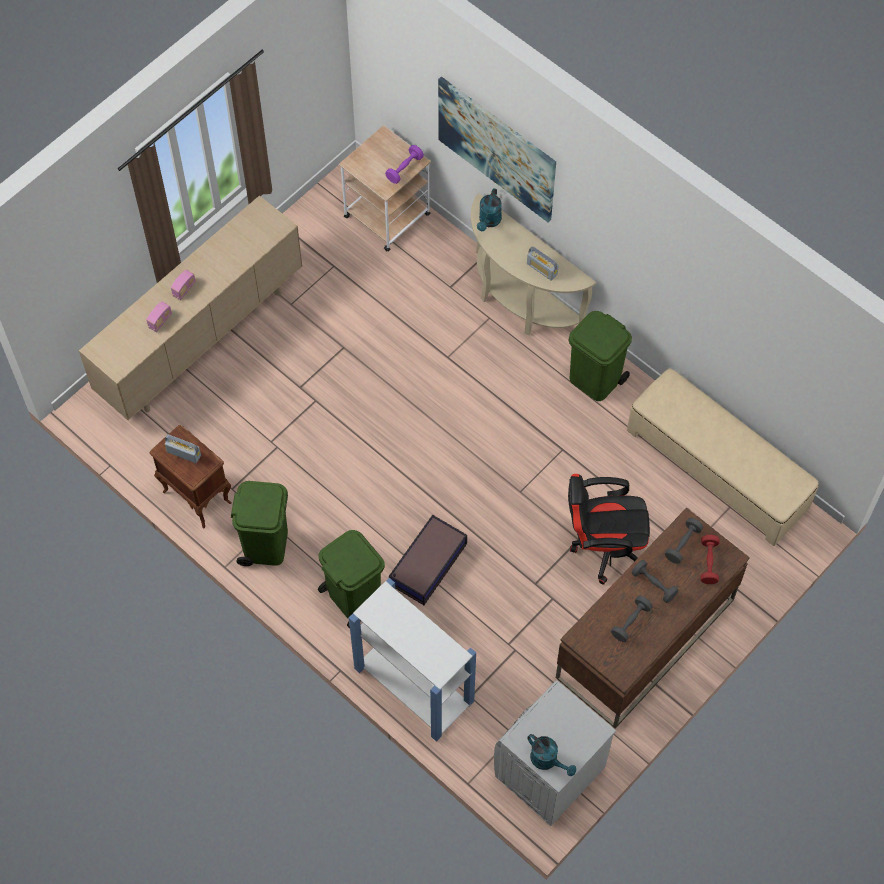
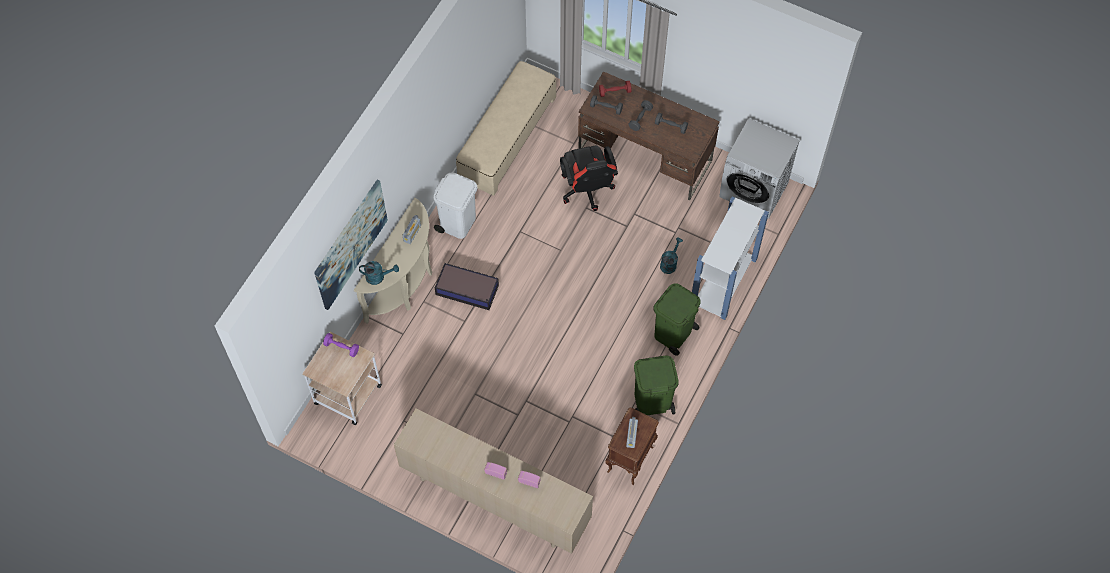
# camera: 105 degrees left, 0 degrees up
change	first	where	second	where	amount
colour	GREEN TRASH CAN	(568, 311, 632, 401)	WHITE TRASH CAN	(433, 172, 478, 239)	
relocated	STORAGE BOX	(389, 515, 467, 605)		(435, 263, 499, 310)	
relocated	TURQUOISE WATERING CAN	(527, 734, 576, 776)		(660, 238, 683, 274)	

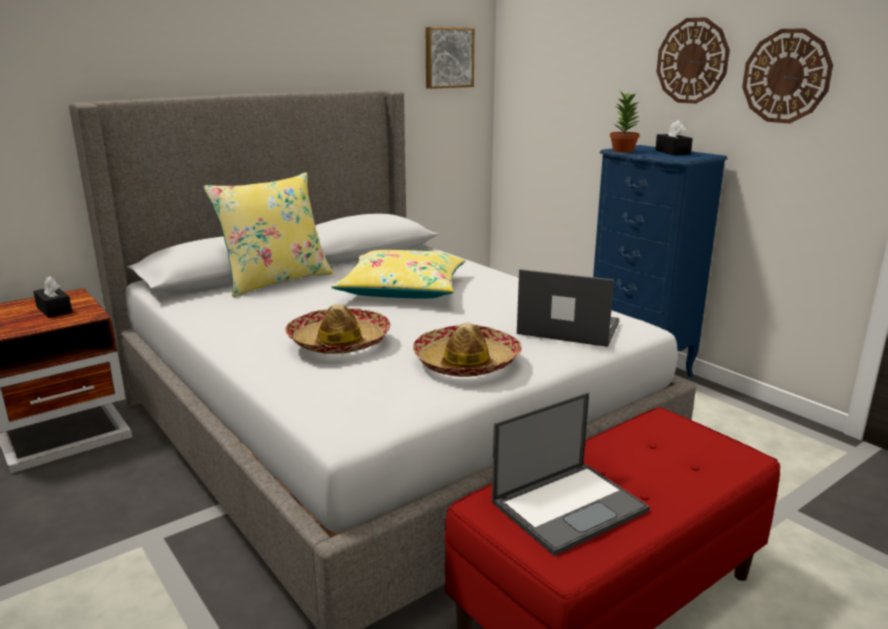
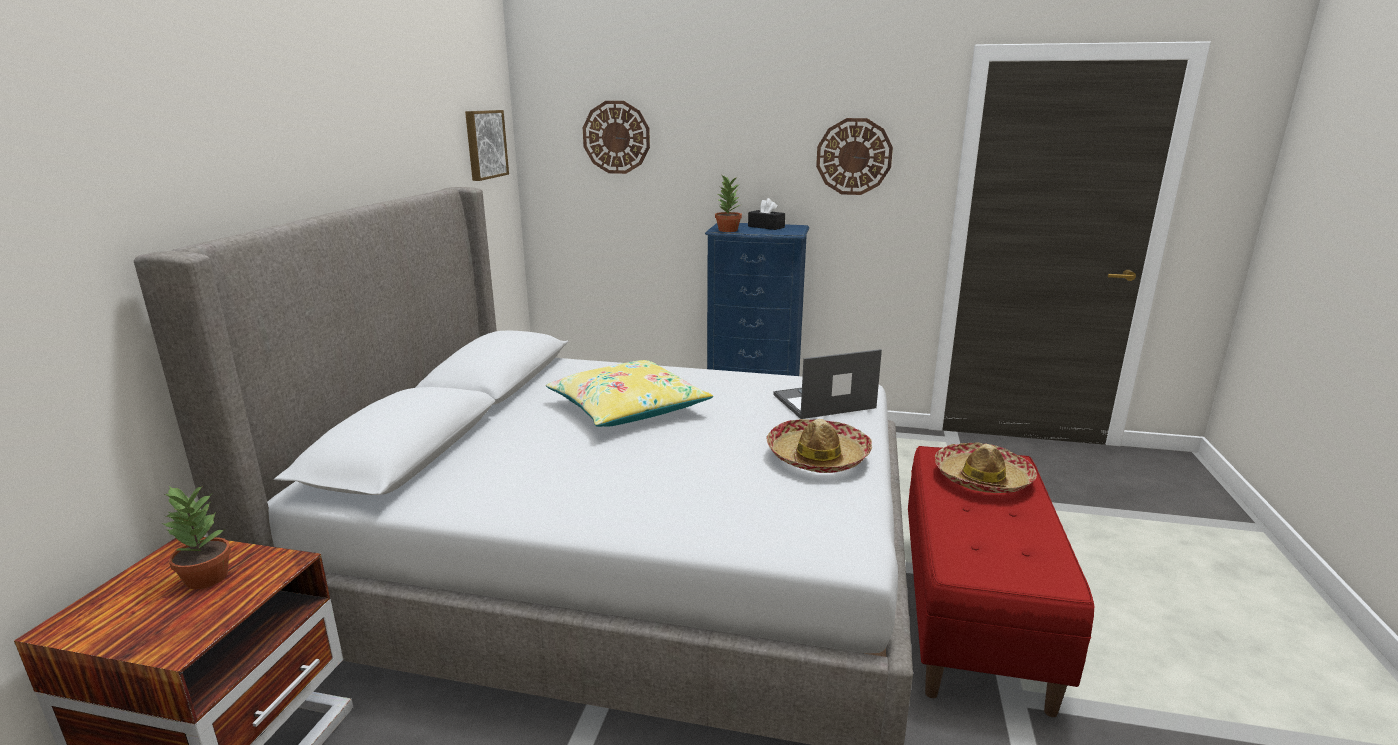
# camera: 40 degrees left, 0 degrees up
change	first	where	second	where	amount
relocated	WALL CLOCK	(656, 17, 730, 104)		(583, 101, 650, 174)	
missing	YELLOW PILLOW	(204, 172, 333, 297)			
exchanged	BLACK TISSUE BOX	(33, 276, 72, 318)	POTTED PLANT	(161, 486, 231, 589)	
relocated	HAT	(285, 304, 391, 354)		(935, 442, 1037, 493)	
missing	LAPTOP	(492, 392, 650, 556)			

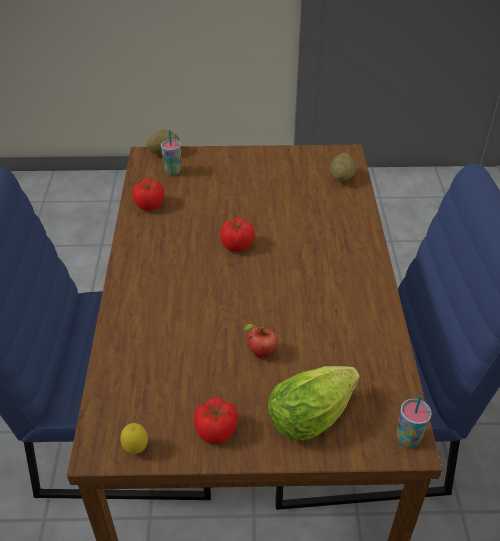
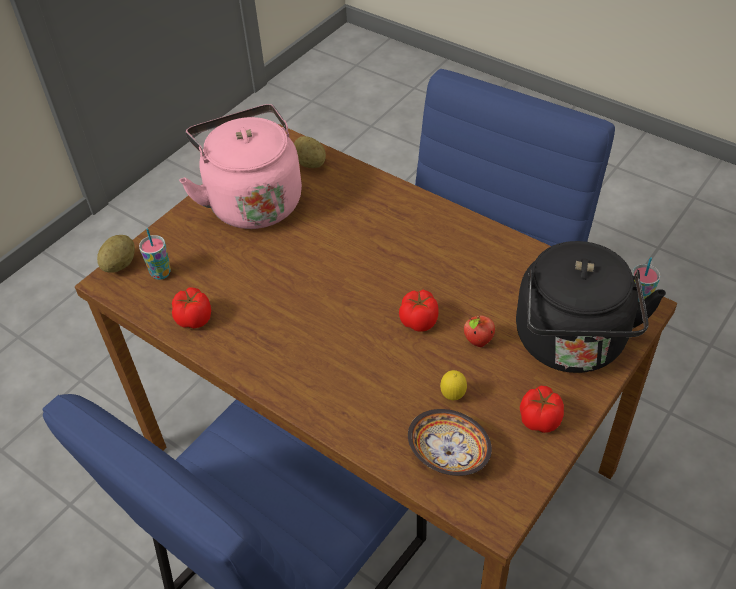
# camera: 50 degrees left, 5 degrees up
change	first	where	second	where	amount
relocated	TOMATO	(221, 217, 255, 252)		(399, 290, 439, 332)	
exchanged	LETTUCE	(268, 366, 360, 441)	BLACK KETTLE	(516, 241, 666, 373)	
relocated	LEMON	(120, 423, 148, 454)		(440, 370, 467, 400)	
appeared			PINK KETTLE	(179, 104, 302, 229)	
appeared			BOWL	(408, 409, 492, 476)	

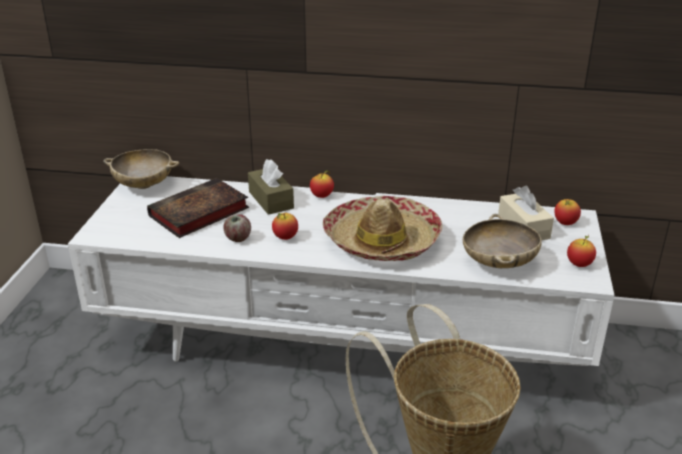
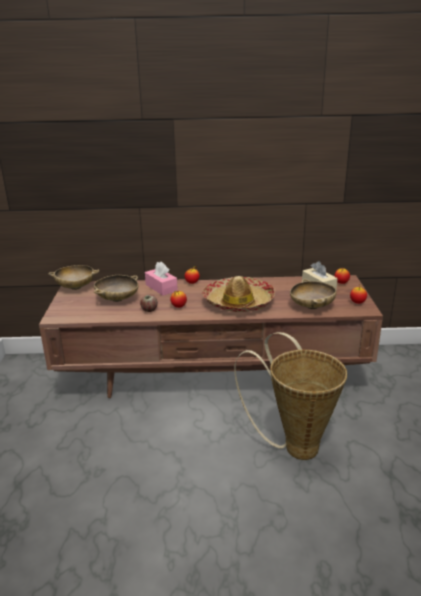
# camera: 10 degrees left, 5 degrees down
change	first	where	second	where	amount
colour	BROWN TISSUE BOX	(248, 159, 294, 215)	PINK TISSUE BOX	(145, 261, 178, 296)	
colour	WHITE TV STAND	(68, 176, 614, 366)	BROWN TV STAND	(39, 275, 383, 398)	
exchanged	BOOK	(147, 178, 249, 238)	BEIGE BOWL	(94, 275, 138, 302)	

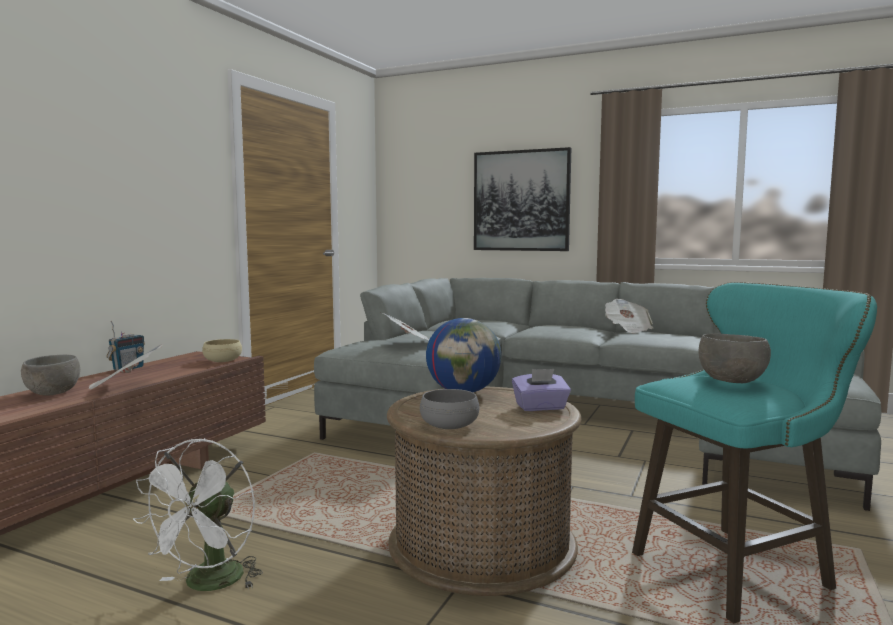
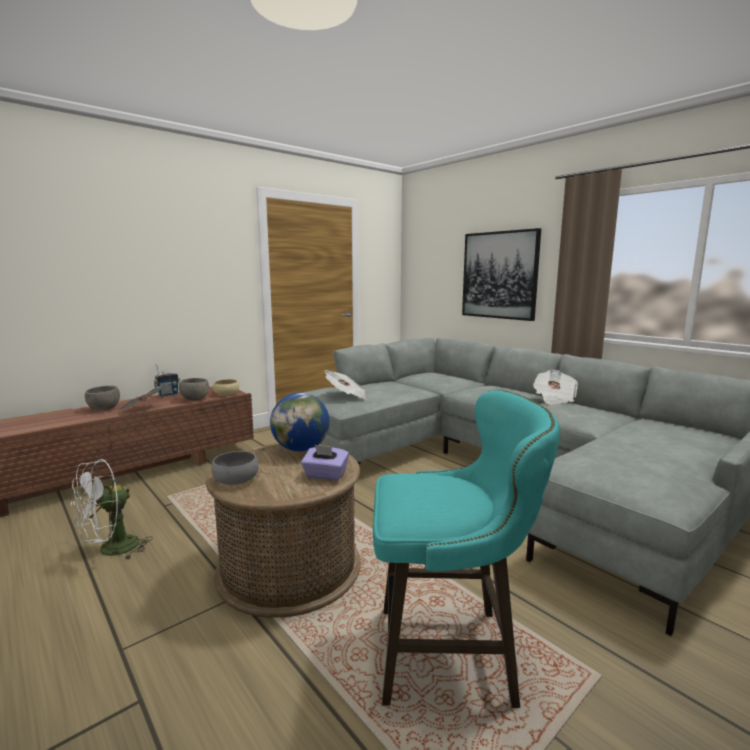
# camera: 25 degrees right, 5 degrees up
change	first	where	second	where	amount
relocated	GREY BOWL	(698, 333, 771, 383)		(179, 378, 209, 401)	

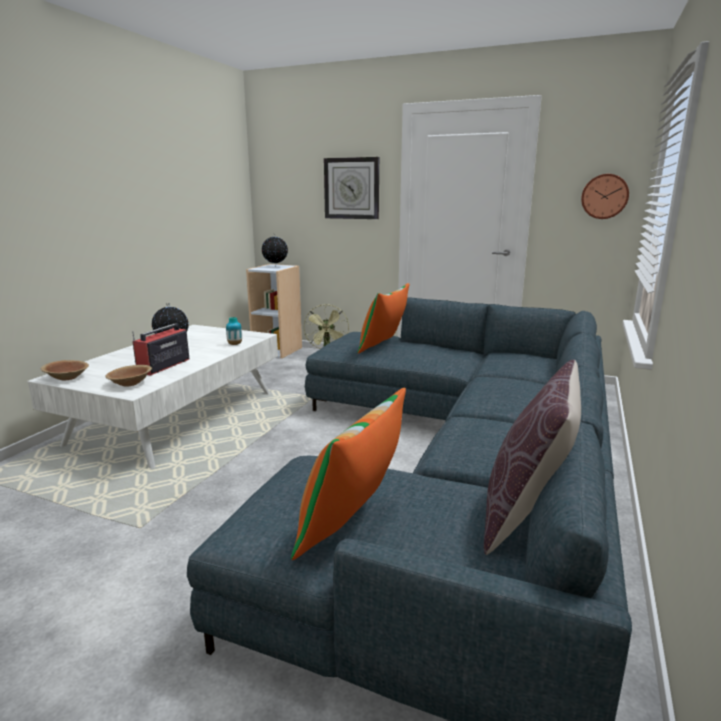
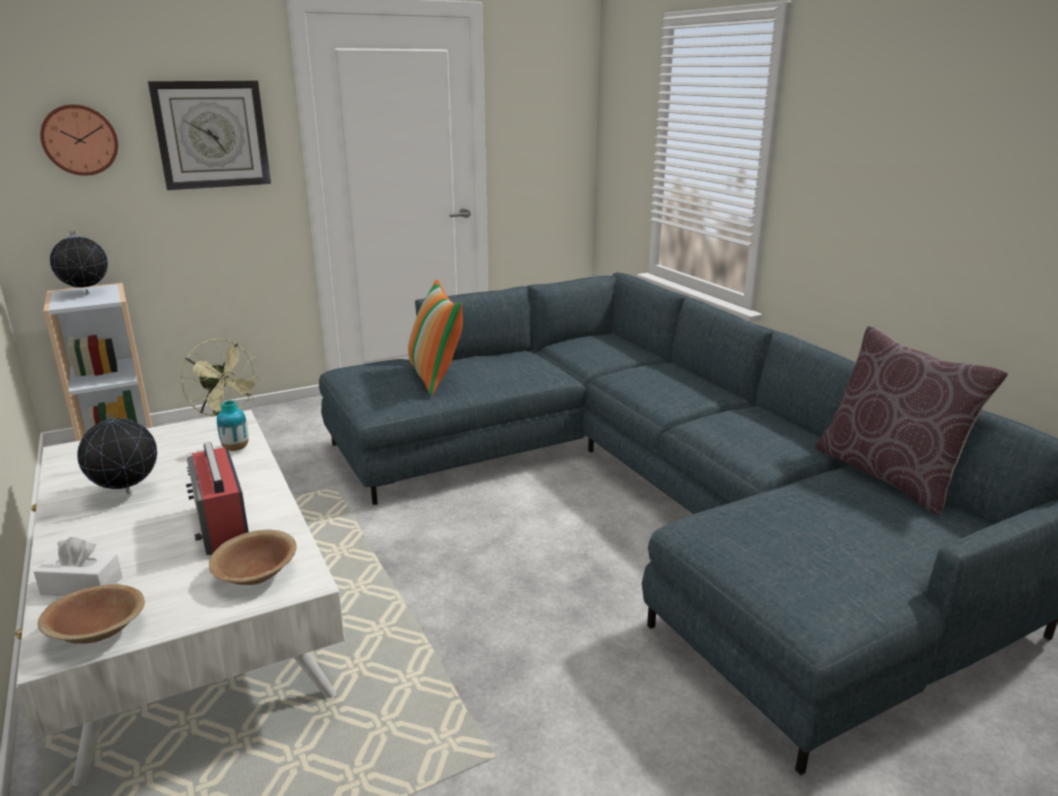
# camera: 50 degrees left, 5 degrees up
change	first	where	second	where	amount
relocated	WALL CLOCK	(581, 174, 629, 219)		(40, 104, 118, 176)	
missing	PILLOW	(291, 387, 406, 560)			
appeared			WHITE TISSUE BOX	(33, 537, 122, 596)	

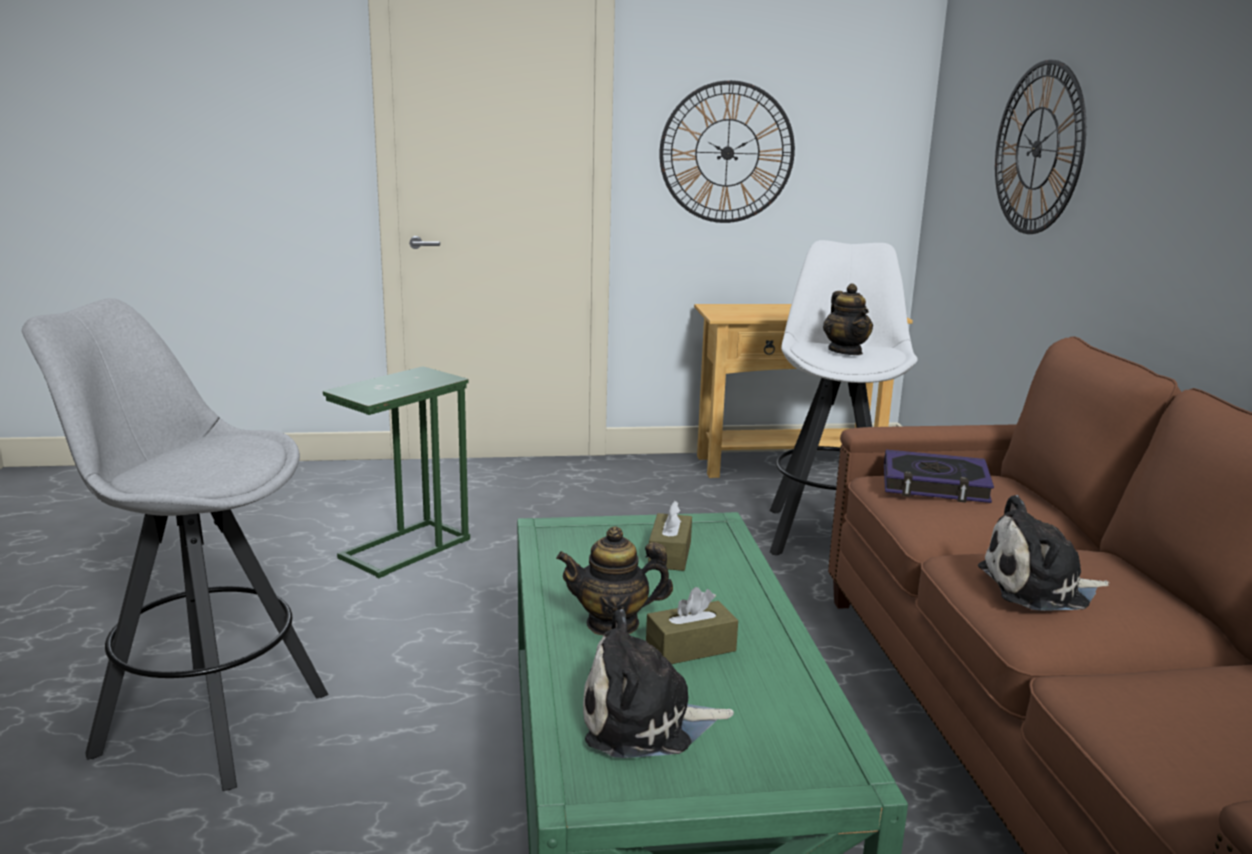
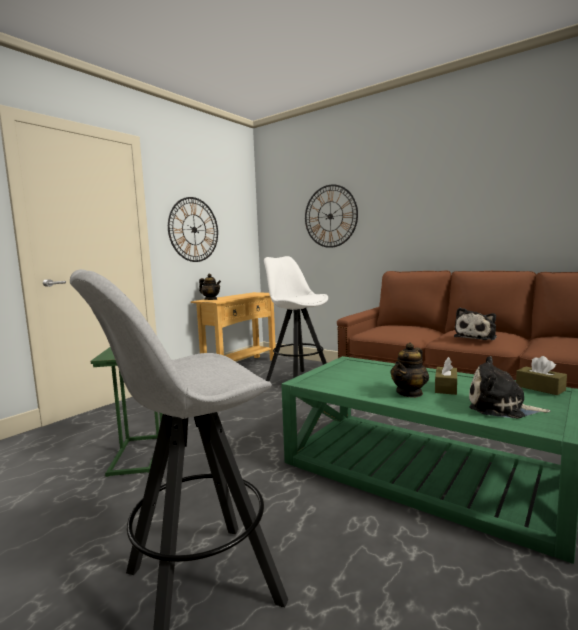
# camera: 45 degrees left, 10 degrees down
change	first	where	second	where	amount
relocated	TEAPOT	(823, 283, 873, 355)		(199, 274, 221, 300)	
missing	BOOK	(884, 449, 994, 503)			
relocated	BROWN TISSUE BOX	(648, 501, 692, 571)		(516, 356, 567, 395)	
spun	PLUSH TOY	(583, 609, 734, 758)		(469, 356, 550, 419)	75 degrees clockwise

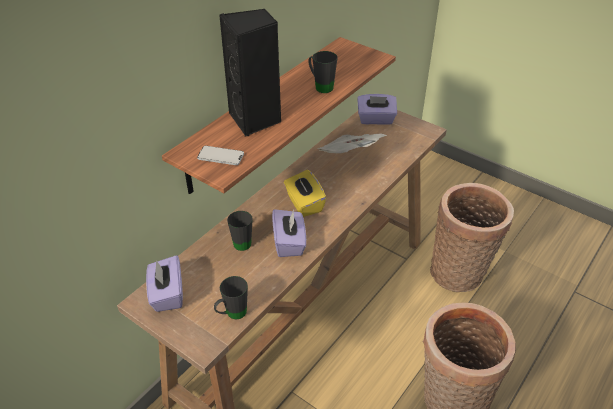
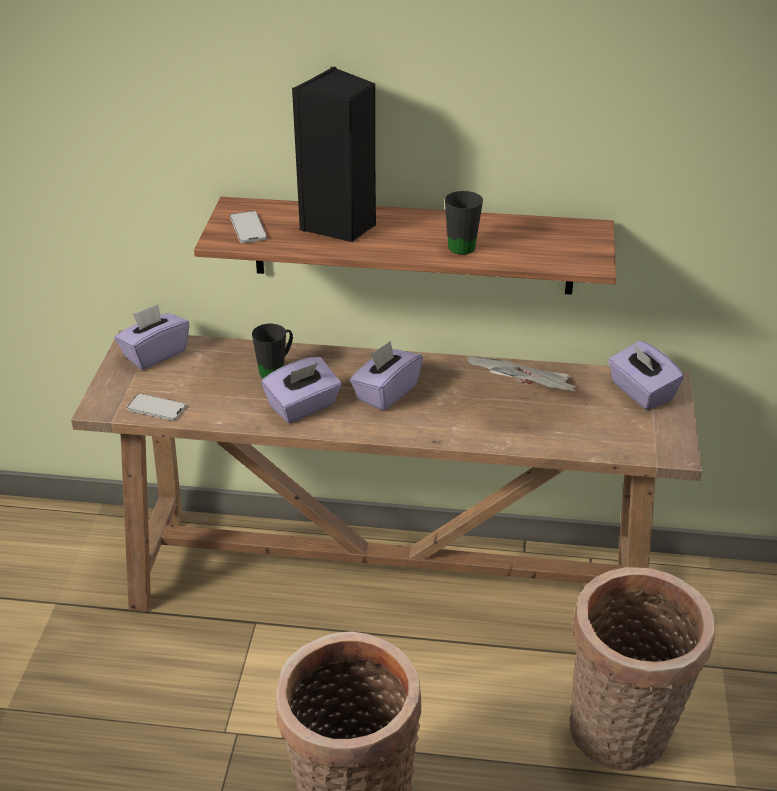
# camera: 60 degrees right, 5 degrees down
change	first	where	second	where	amount
colour	YELLOW TISSUE BOX	(284, 170, 326, 217)	PURPLE TISSUE BOX	(350, 340, 423, 411)	
exchanged	BLACK MUG	(214, 276, 248, 319)	PHONE	(127, 393, 186, 421)	

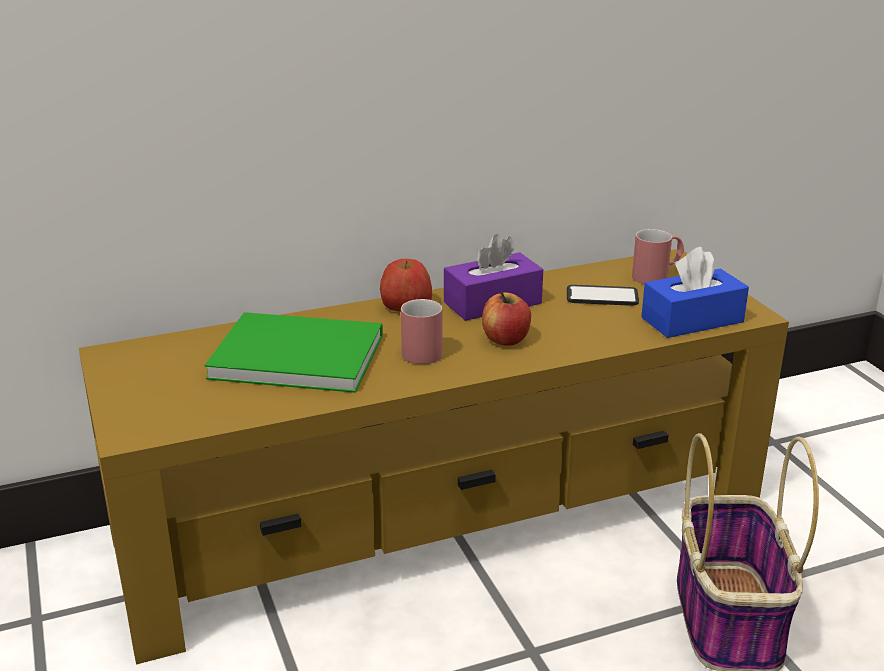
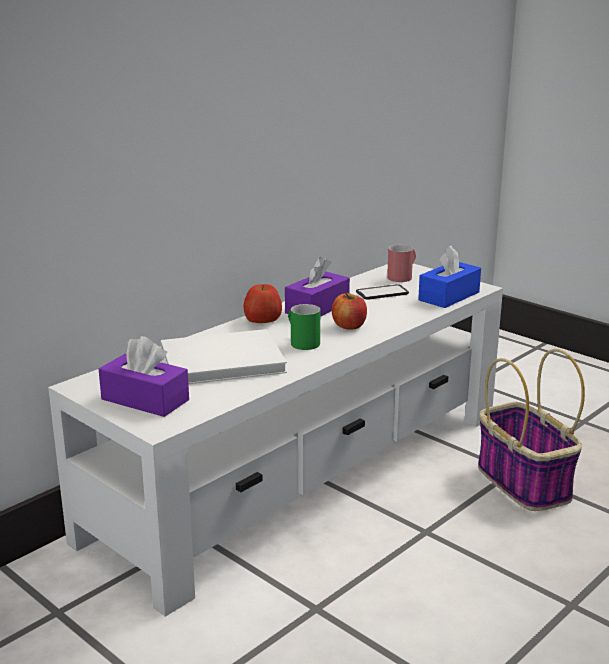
# camera: 25 degrees left, 5 degrees down
change	first	where	second	where	amount
colour	YELLOW TV STAND	(79, 249, 789, 665)	WHITE TV STAND	(48, 264, 503, 617)	
colour	RED MUG	(401, 299, 442, 364)	GREEN MUG	(288, 304, 320, 350)	
colour	GREEN BOOK	(204, 312, 383, 393)	WHITE BOOK	(161, 329, 287, 384)	
appeared			PURPLE TISSUE BOX	(99, 336, 189, 417)	

